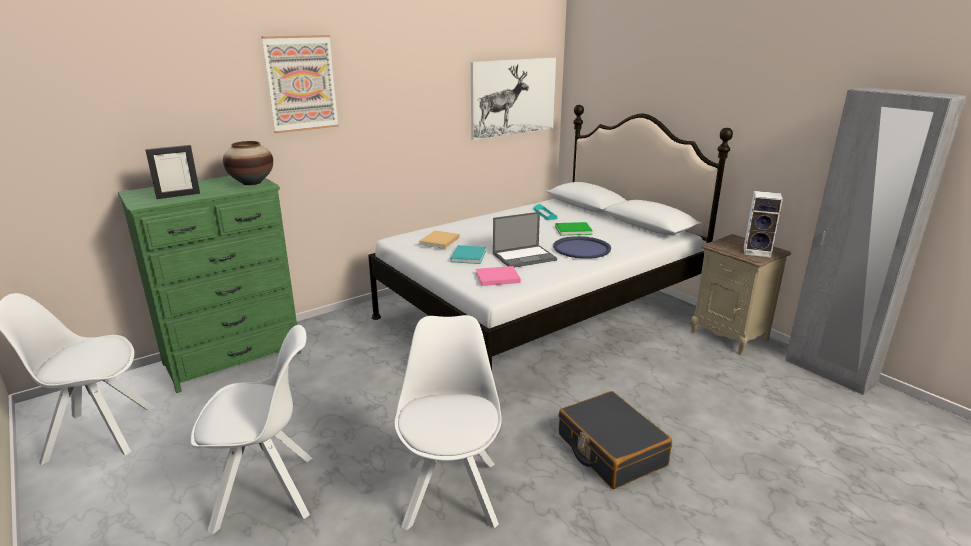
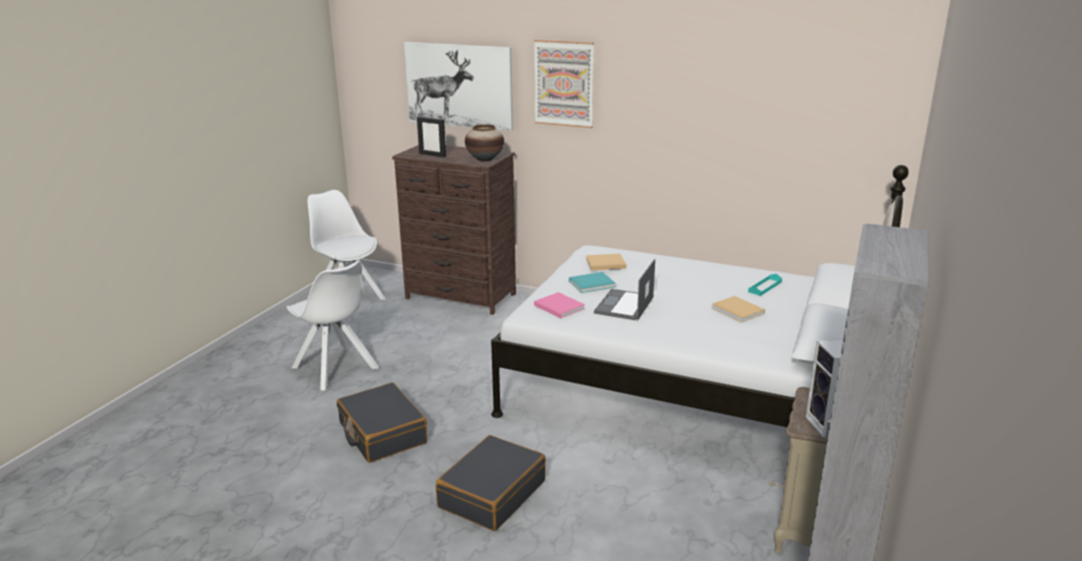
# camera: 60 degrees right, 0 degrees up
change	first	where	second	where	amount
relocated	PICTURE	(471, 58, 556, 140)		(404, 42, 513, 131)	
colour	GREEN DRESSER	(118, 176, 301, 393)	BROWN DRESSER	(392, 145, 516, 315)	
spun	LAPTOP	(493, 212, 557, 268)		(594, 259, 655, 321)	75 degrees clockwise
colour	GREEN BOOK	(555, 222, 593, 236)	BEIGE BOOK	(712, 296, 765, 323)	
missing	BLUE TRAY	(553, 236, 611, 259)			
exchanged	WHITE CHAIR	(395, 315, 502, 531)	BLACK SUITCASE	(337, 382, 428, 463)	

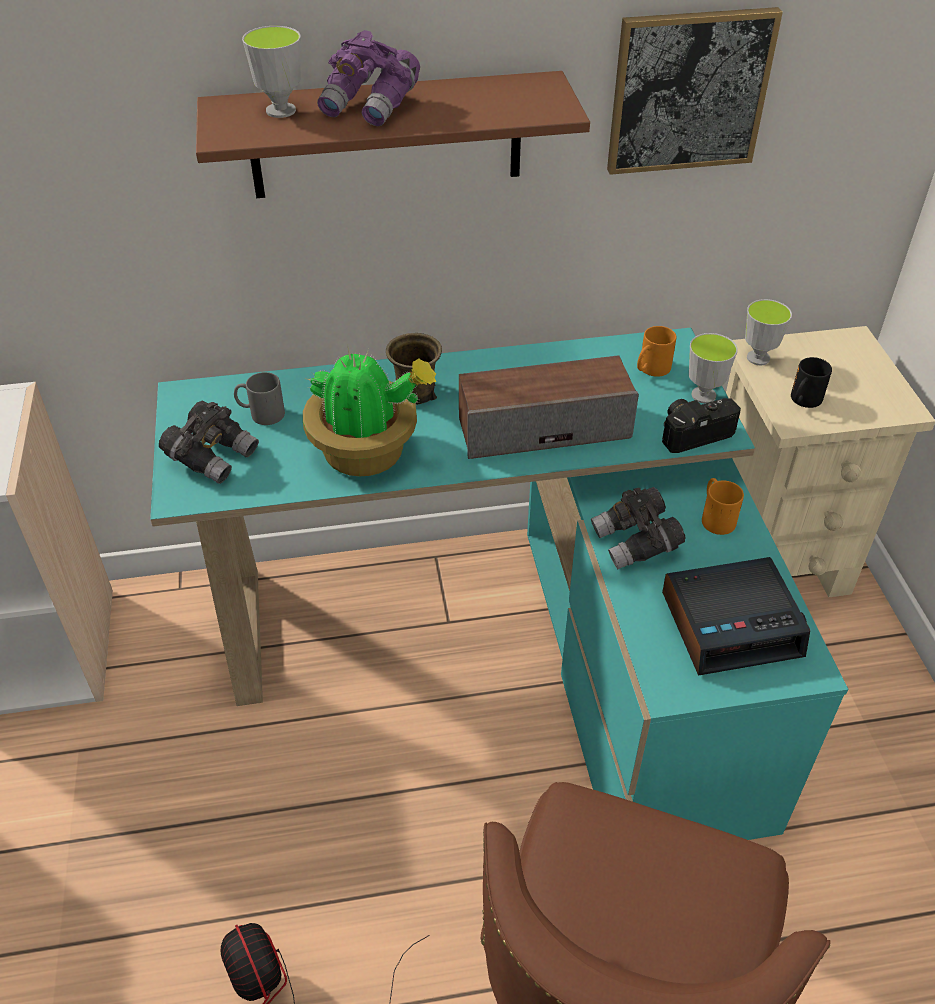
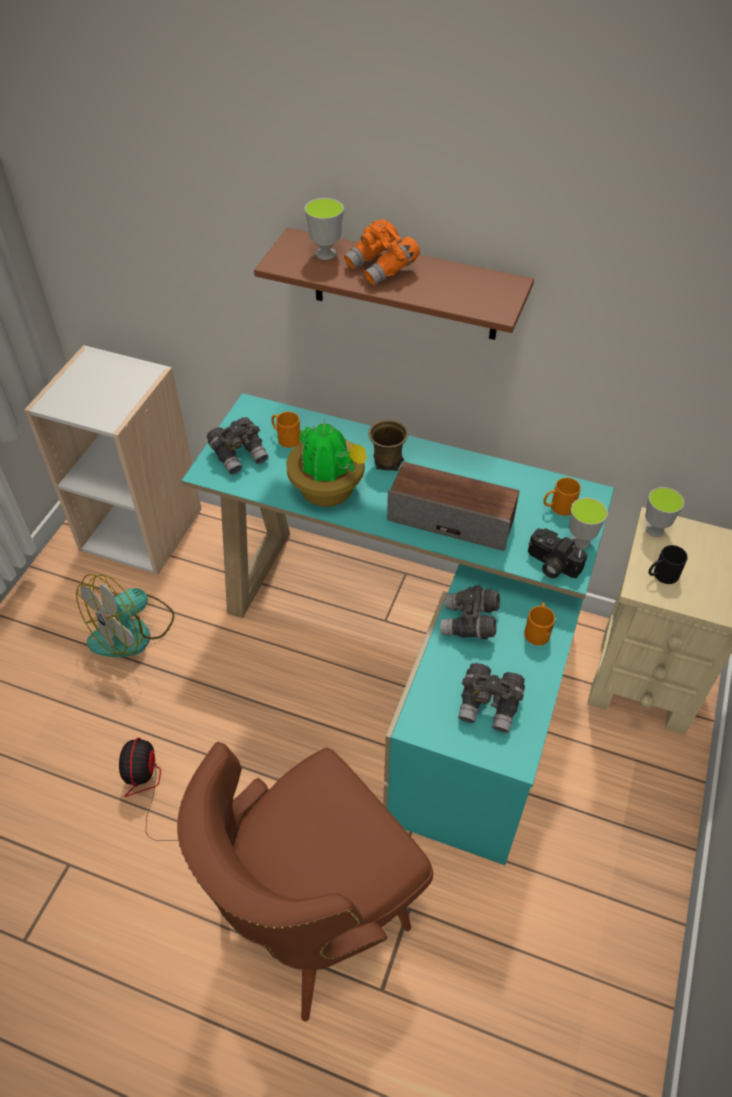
# camera: 30 degrees right, 5 degrees up
change	first	where	second	where	amount
missing	PICTURE	(607, 7, 783, 175)			
colour	PURPLE BINOCULARS	(317, 30, 420, 126)	ORANGE BINOCULARS	(344, 219, 420, 286)	
colour	GREY MUG	(234, 372, 285, 425)	ORANGE MUG	(271, 412, 301, 448)	
spun	PHOTO CAMERA	(662, 398, 741, 453)		(528, 528, 587, 578)	150 degrees counterclockwise
exchanged	ALARM CLOCK	(662, 557, 810, 676)	GREY BINOCULARS	(458, 663, 525, 733)	
appeared			FAN	(76, 574, 175, 657)	

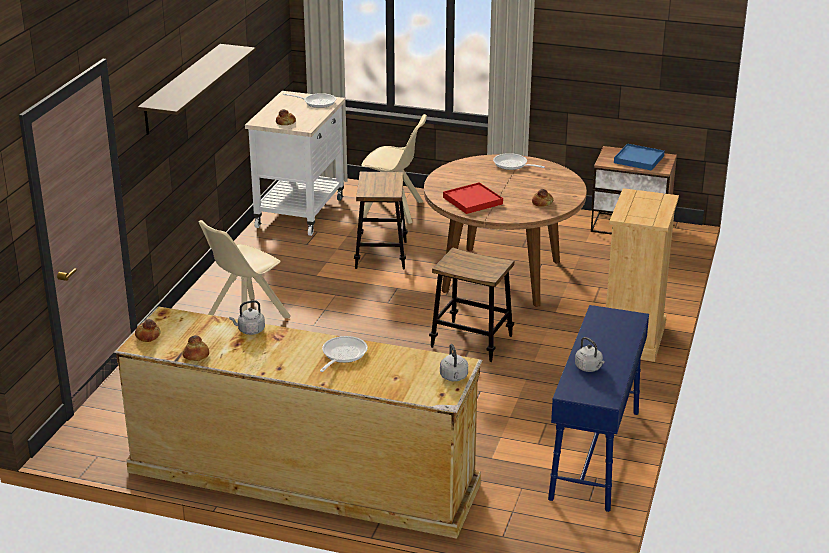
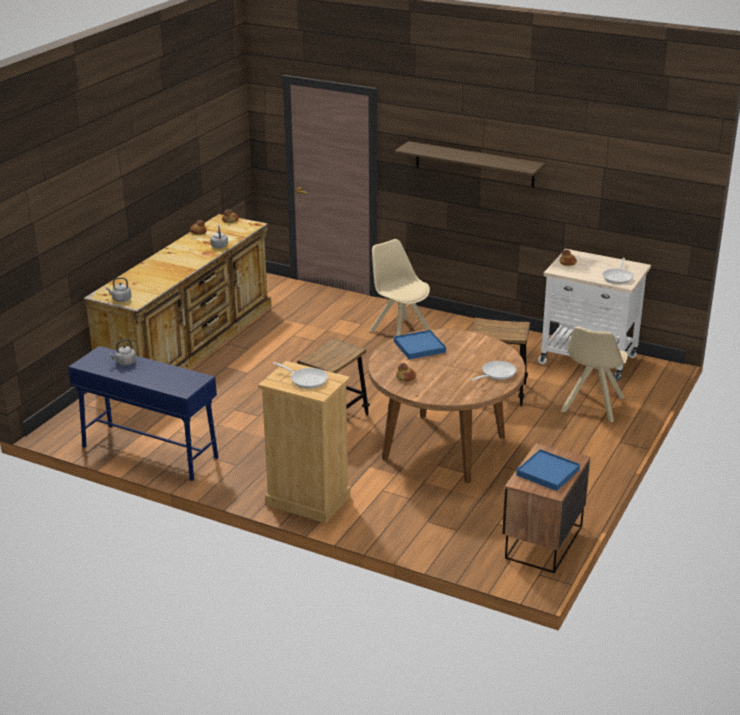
# camera: 100 degrees right, 0 degrees up
change	first	where	second	where	amount
colour	RED TRAY	(443, 182, 503, 214)	BLUE TRAY	(394, 330, 446, 360)	
relocated	FRYING PAN	(320, 336, 368, 372)		(273, 362, 328, 389)	

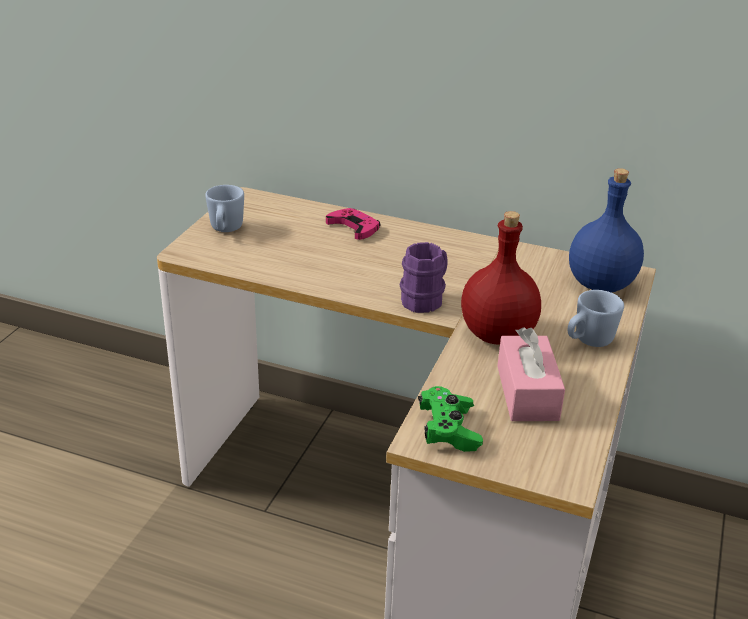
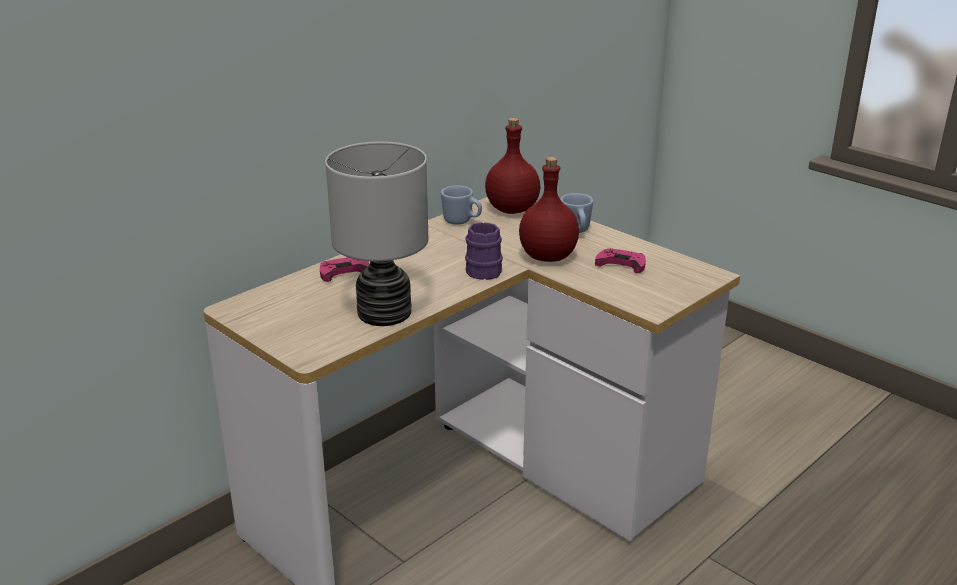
# camera: 65 degrees left, 5 degrees down
change	first	where	second	where	amount
colour	BLUE BOTTLE	(569, 168, 644, 292)	RED BOTTLE	(485, 118, 540, 214)	
relocated	BLUE MUG	(205, 185, 244, 232)		(441, 185, 482, 225)	
exchanged	PINK TISSUE BOX	(497, 327, 565, 421)	PINK GAME CONTROLLER	(595, 248, 646, 273)	
missing	GREEN GAME CONTROLLER	(418, 386, 483, 452)			
appeared			GREY TABLE LAMP	(325, 142, 428, 326)	

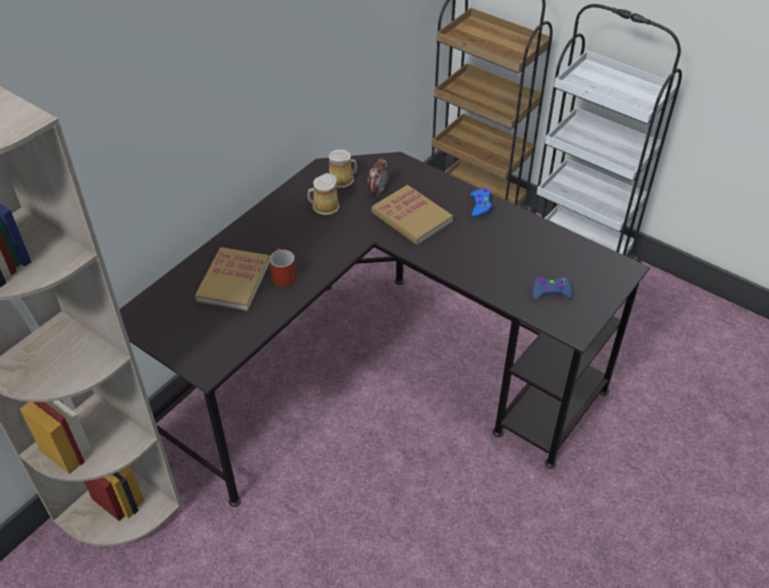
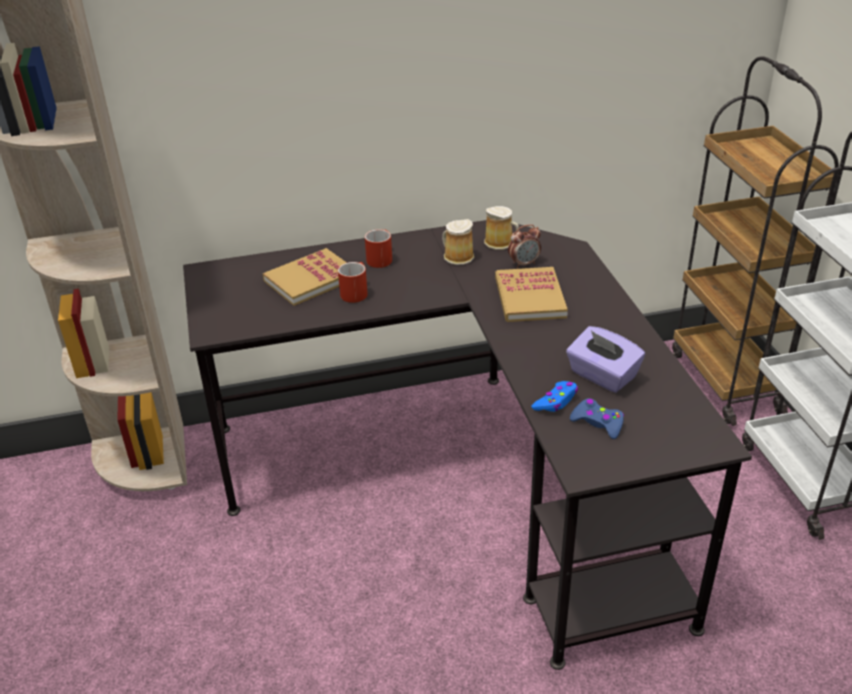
# camera: 40 degrees right, 10 degrees down
change	first	where	second	where	amount
relocated	BLUE GAME CONTROLLER	(470, 189, 492, 217)		(531, 381, 578, 412)	
appeared			RED MUG	(365, 229, 392, 268)	
appeared			PURPLE TISSUE BOX	(566, 326, 645, 393)	

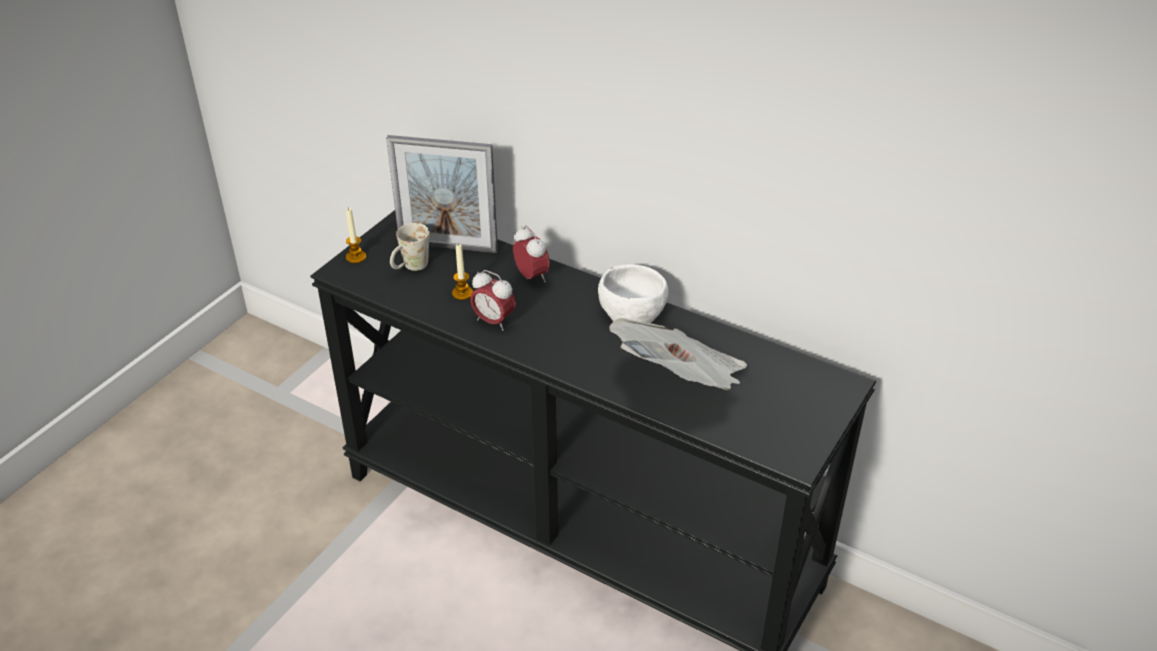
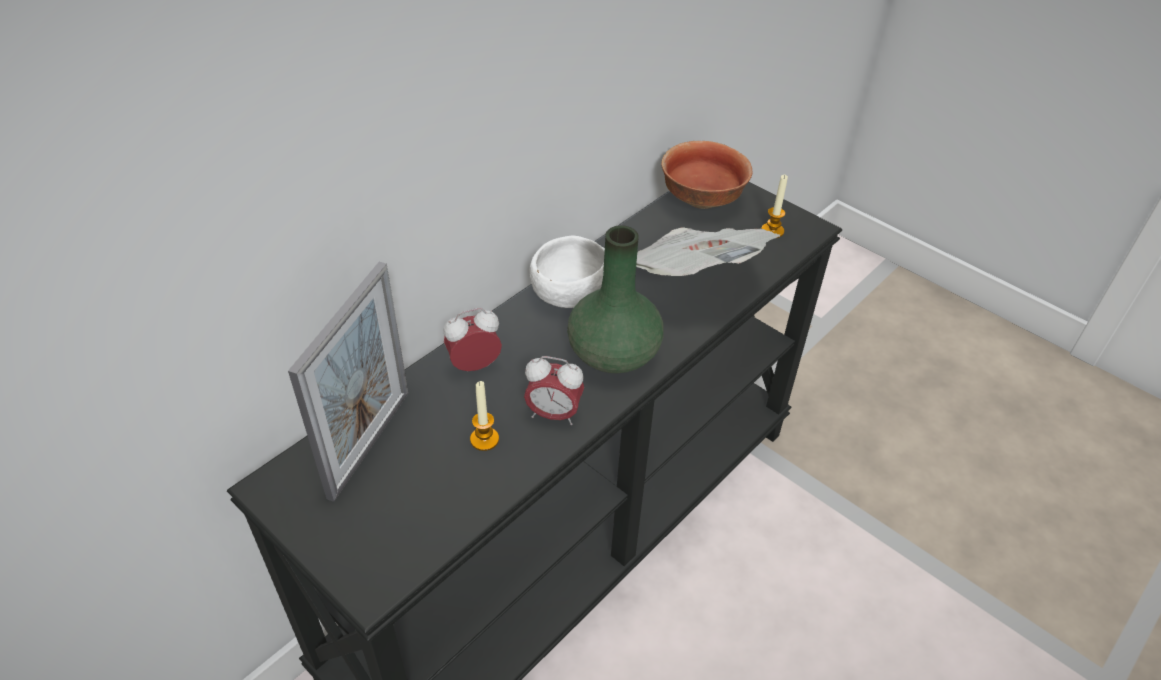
# camera: 80 degrees left, 5 degrees up
change	first	where	second	where	amount
relocated	CANDLE	(346, 208, 366, 263)		(761, 175, 788, 238)	
missing	WHITE MUG	(390, 223, 430, 271)			
spun	ALARM CLOCK	(470, 270, 516, 331)		(524, 356, 584, 425)	60 degrees clockwise
appeared			BOWL	(661, 141, 752, 209)	
appeared			GREEN VASE	(567, 225, 664, 373)	

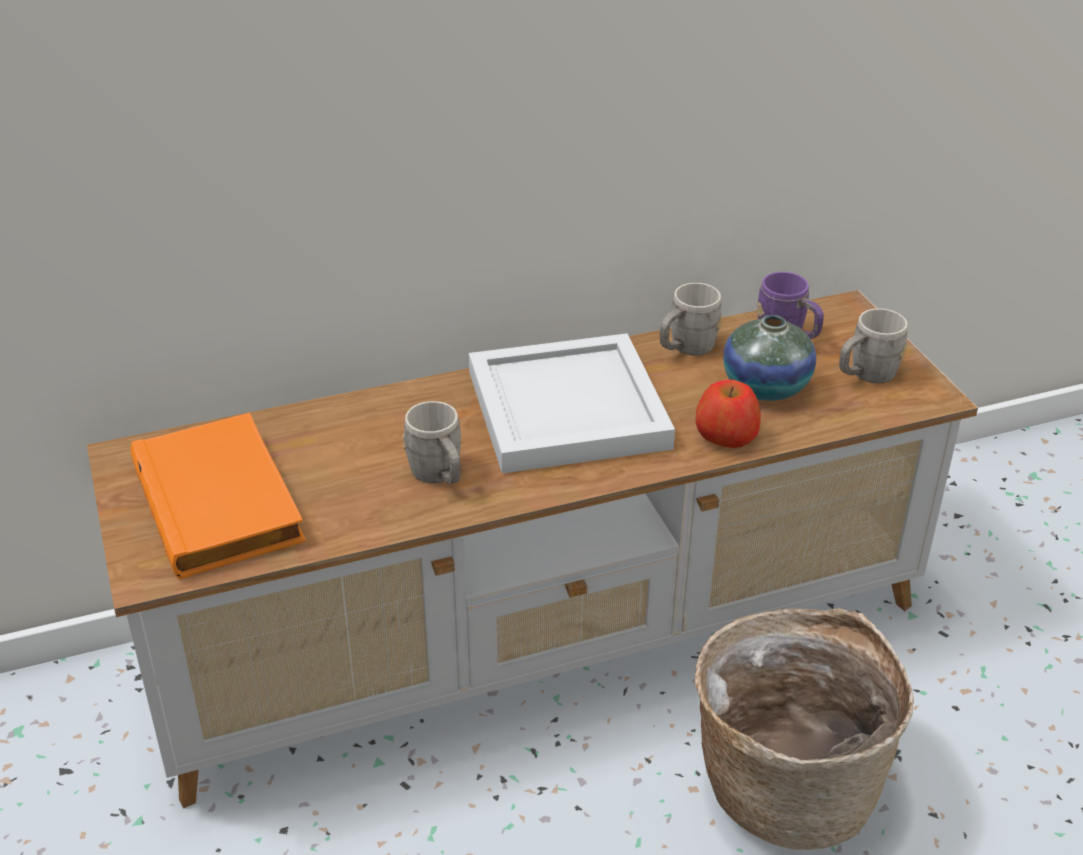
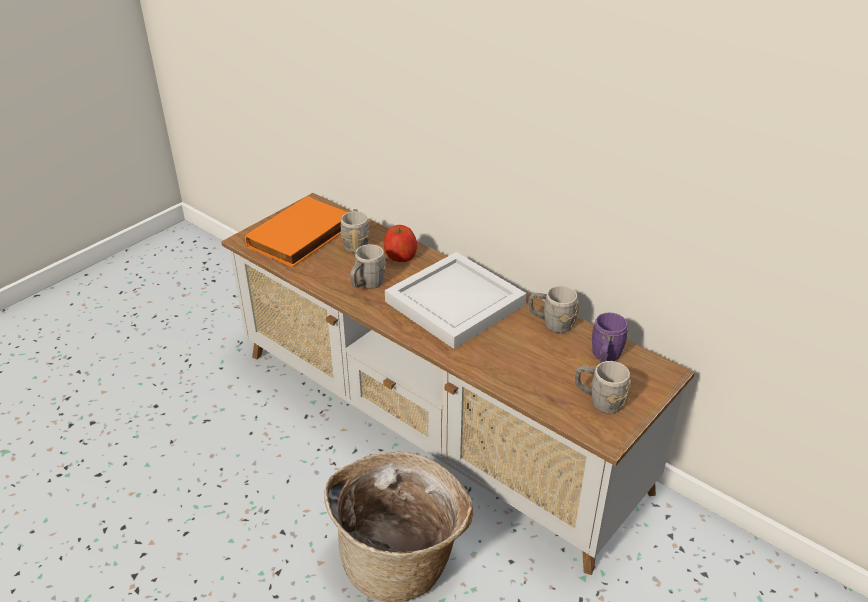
# camera: 60 degrees right, 0 degrees up
change	first	where	second	where	amount
missing	VASE	(723, 315, 816, 401)			
relocated	APPLE	(696, 379, 761, 448)		(384, 225, 417, 262)	
appeared			GREY MUG	(340, 209, 370, 253)	

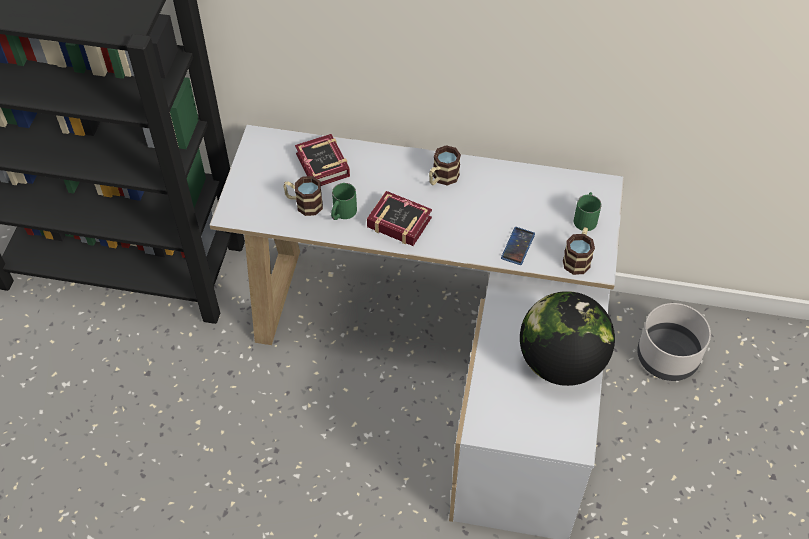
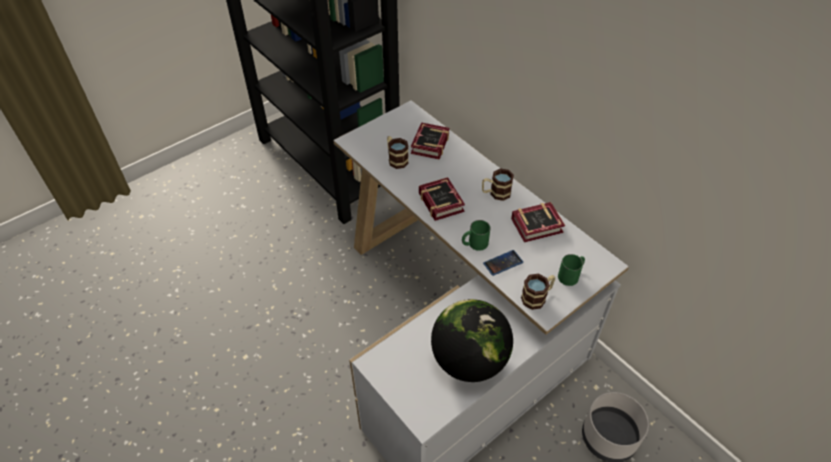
# camera: 40 degrees right, 5 degrees down
change	first	where	second	where	amount
relocated	GREEN MUG	(331, 183, 357, 220)		(462, 220, 490, 251)	
appeared			BOOK	(511, 202, 565, 242)	

